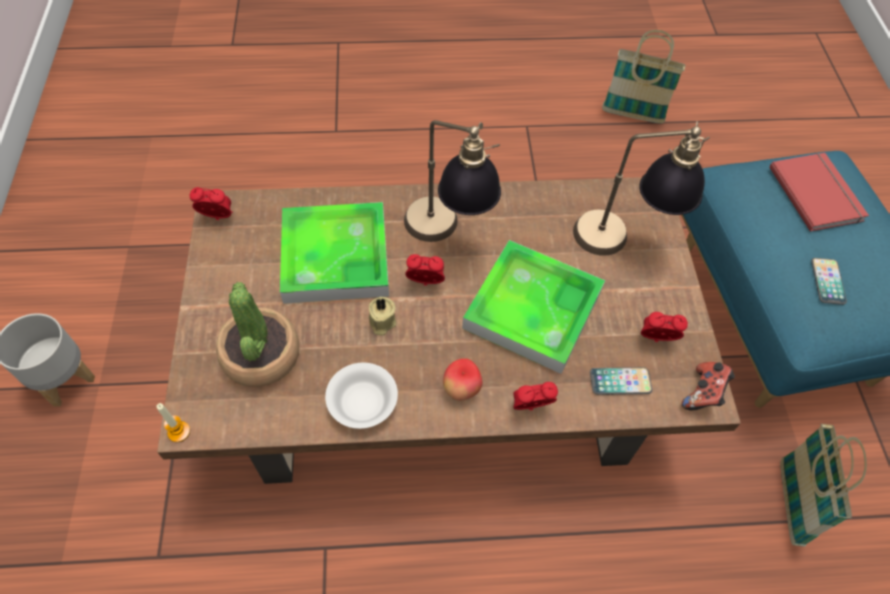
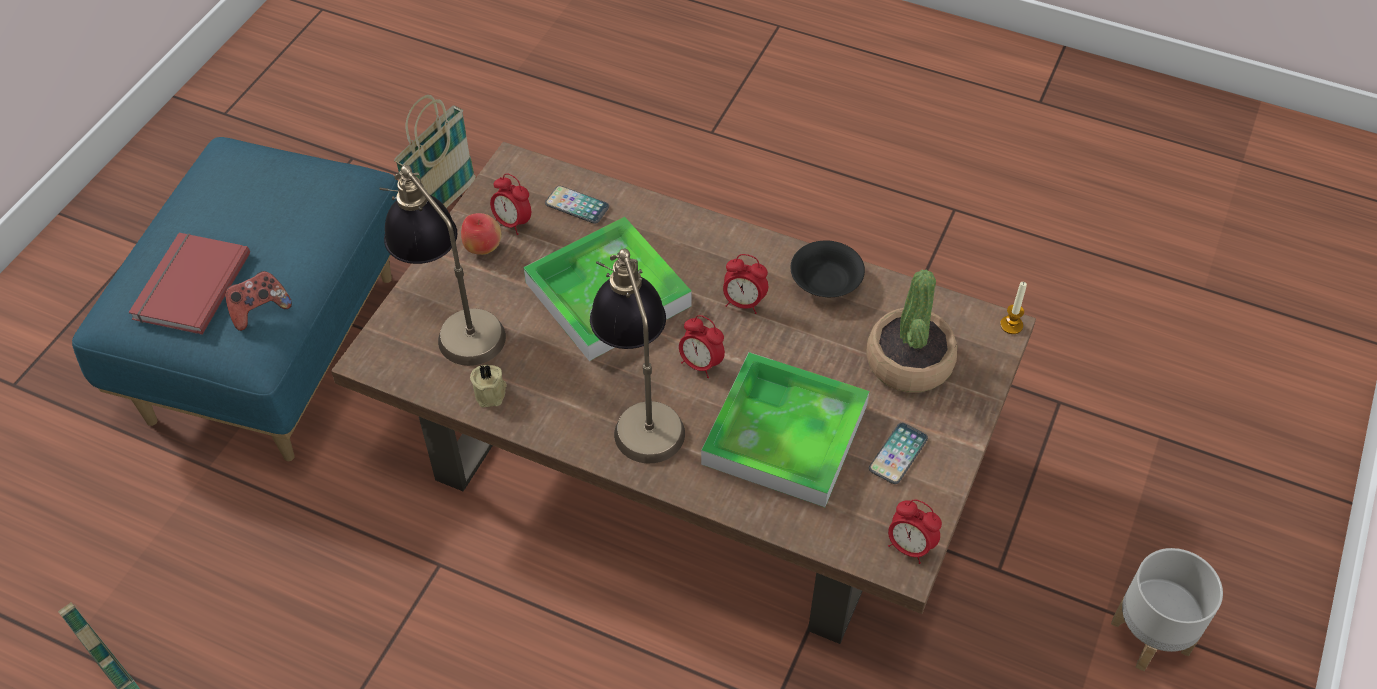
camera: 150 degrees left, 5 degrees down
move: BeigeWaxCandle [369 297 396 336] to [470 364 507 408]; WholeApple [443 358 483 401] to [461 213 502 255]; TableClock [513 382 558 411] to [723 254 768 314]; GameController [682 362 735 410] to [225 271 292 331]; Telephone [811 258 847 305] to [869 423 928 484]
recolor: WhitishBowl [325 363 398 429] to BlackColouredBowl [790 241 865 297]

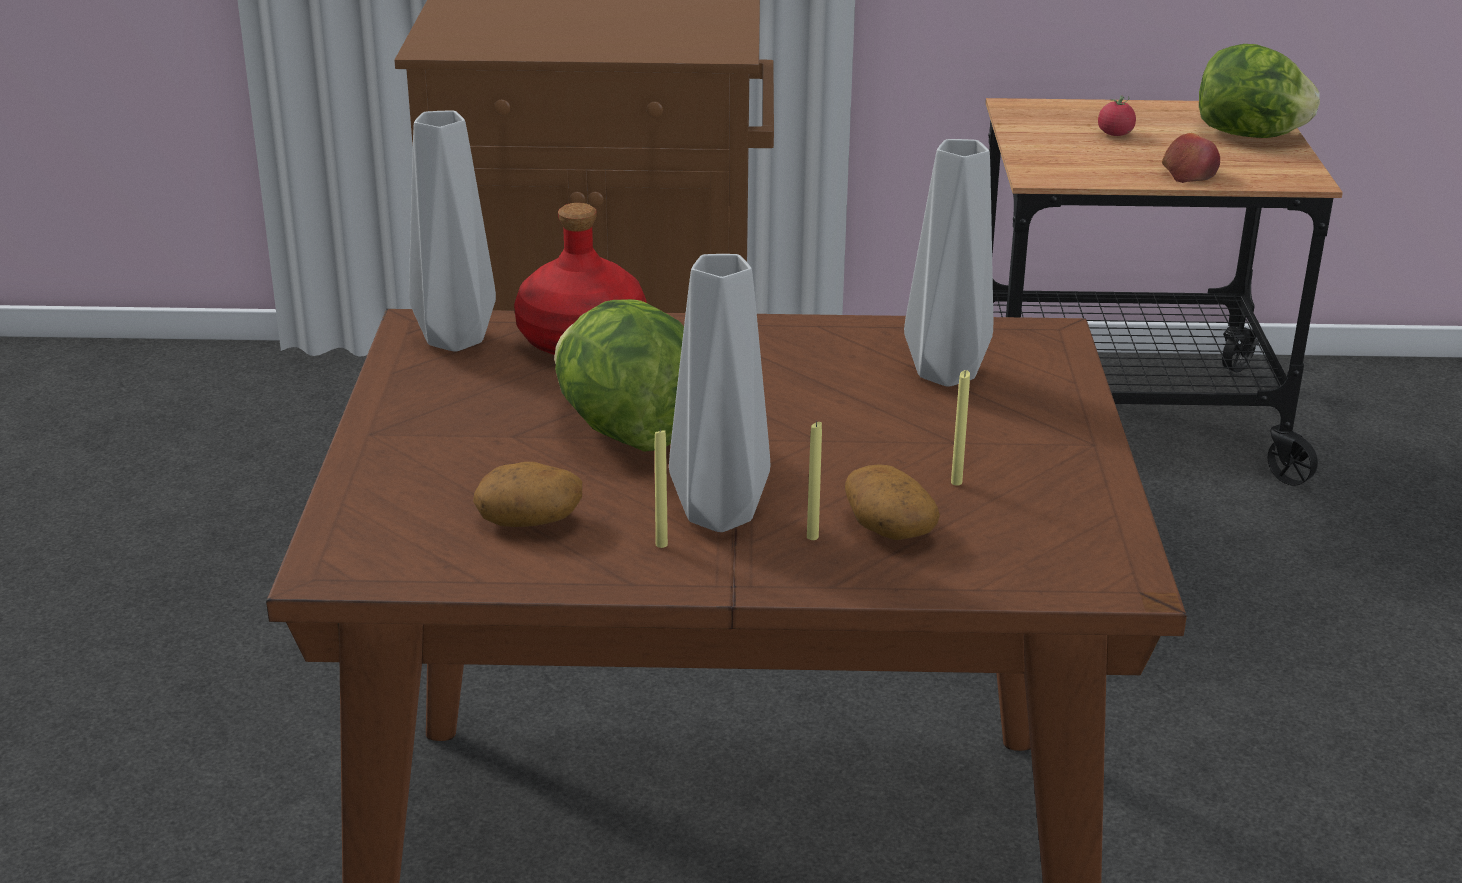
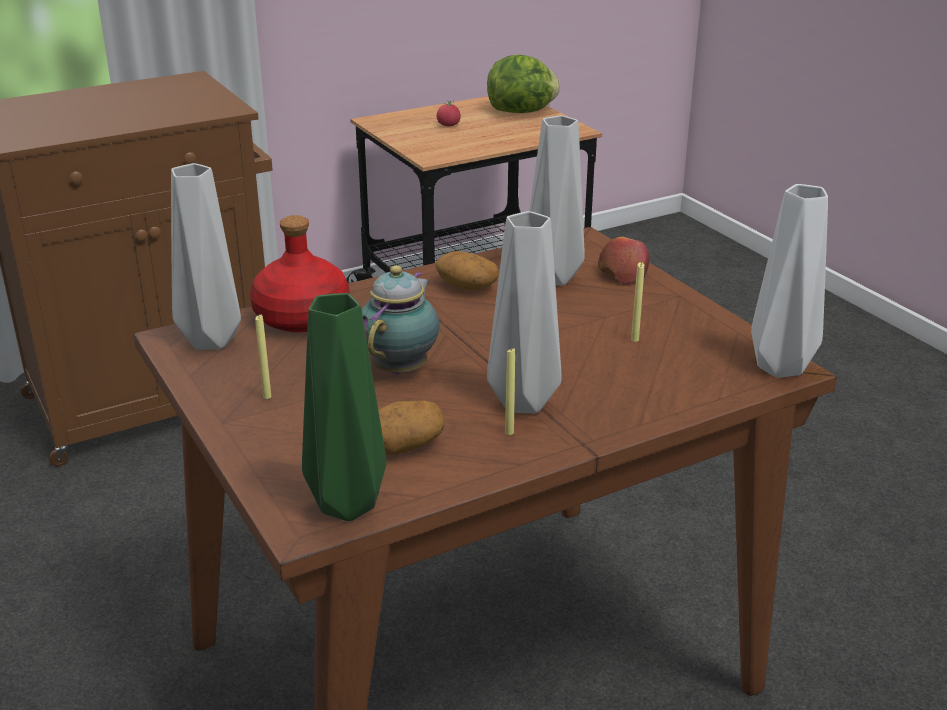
camera: 30 degrees left, 0 degrees up
insert: GreenDecorativeVase [302 293 386 521]; WhitishDecorativeVase [751 184 828 378]
move: YellowishWaxCandle [807 421 822 540] to [255 314 271 399]; Potato [845 464 940 540] to [435 251 499 290]; WholeApple [1162 133 1220 183] to [598 237 649 285]
replace: LettuceHead [554 299 684 452] to PotForTea [362 265 440 375]

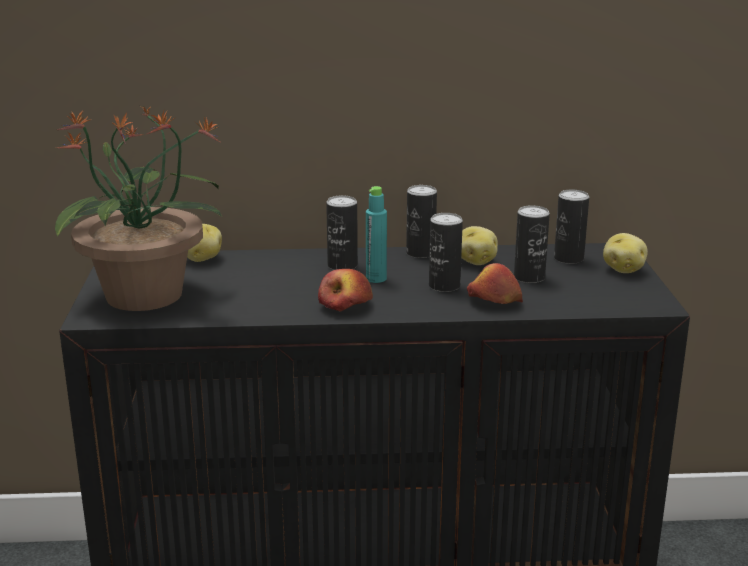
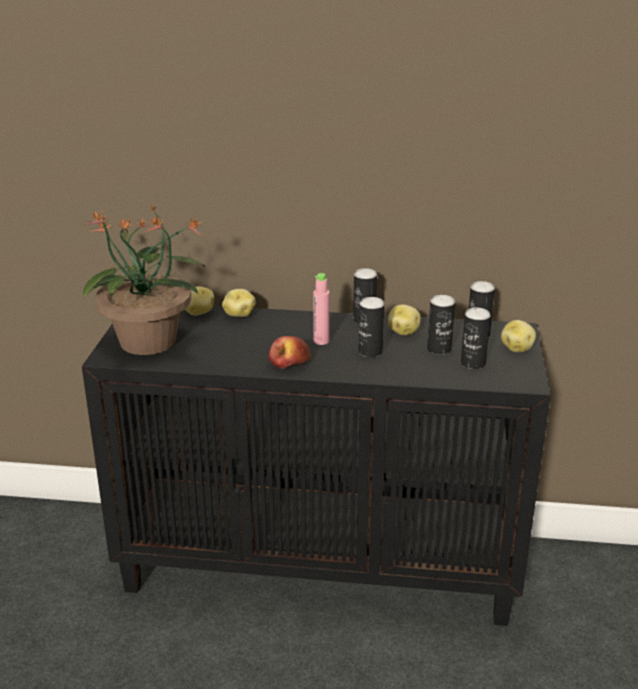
camera: 10 degrees right, 5 degrees up
delete: WholeApple [467 263 523 304]
insert: Potato [222 289 256 317]
move: MetalCan [326 195 358 270] to [461 308 491 369]
recolor: TurquoiseColouredDrinkBottle [366 186 387 283] to PinkDrinkBottle [313 273 330 345]

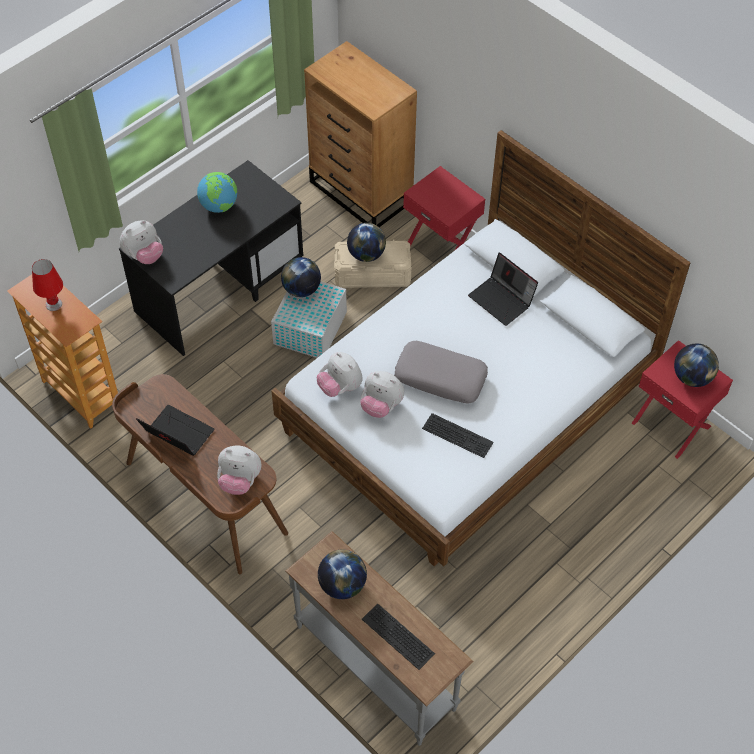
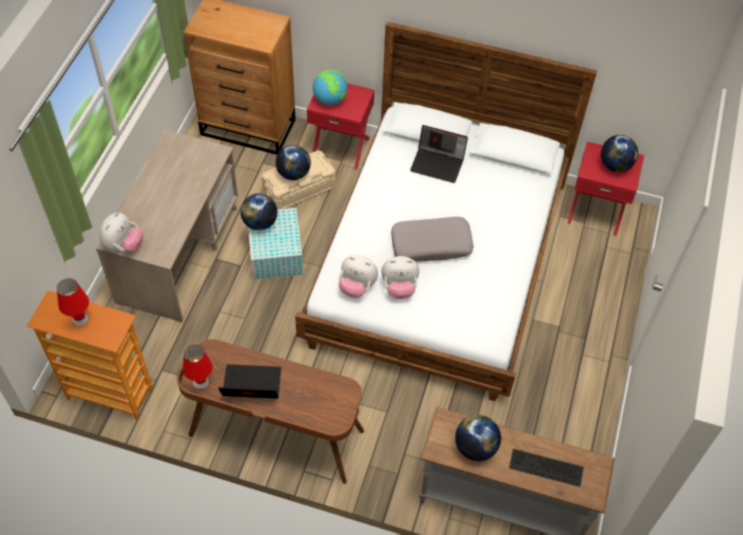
camera: 30 degrees left, 0 degrees up
delete: CuddlyToy [217 445 261 495]; ComputerKeyboard [422 413 494 458]
insert: RedLampForATable [183 345 213 389]
move: DeskGlobe [197 172 237 213] to [313 70 347 105]
recolor: BlackColouredDesk [119 160 304 356] to BeigeDesk [96 130 238 322]

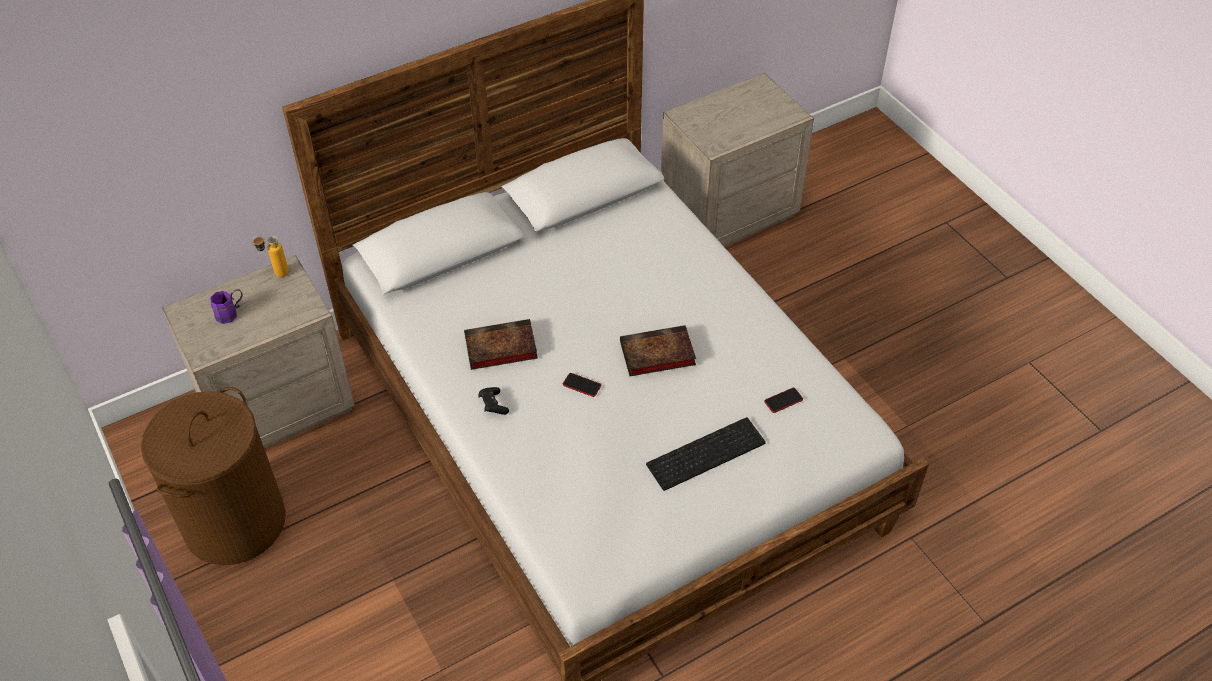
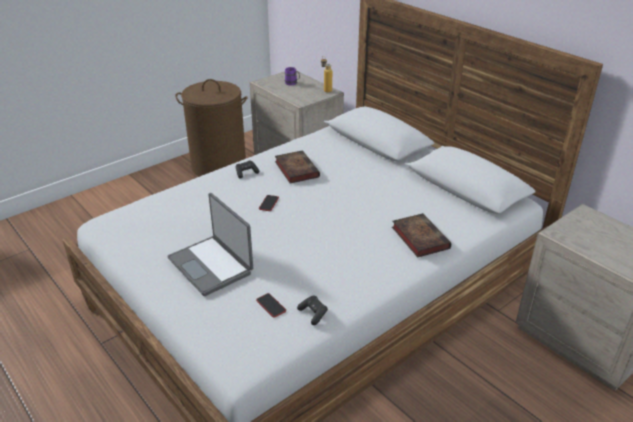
camera: 80 degrees right, 15 degrees down
insert: BlackColouredGameController [297 295 328 325]
move: Volume [620 325 696 376] to [392 213 451 257]
replace: ComputerKeyboard [646 417 766 491] to NotebookComputer [168 193 253 296]

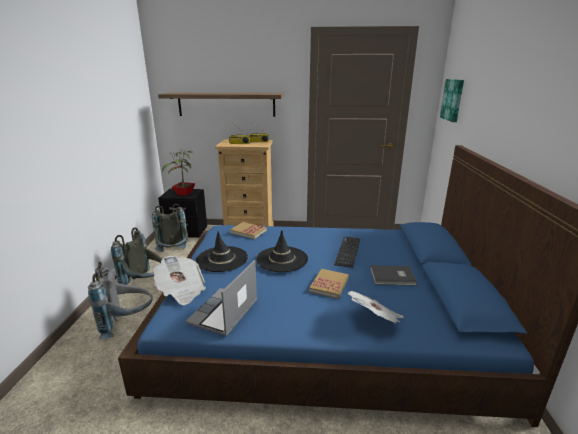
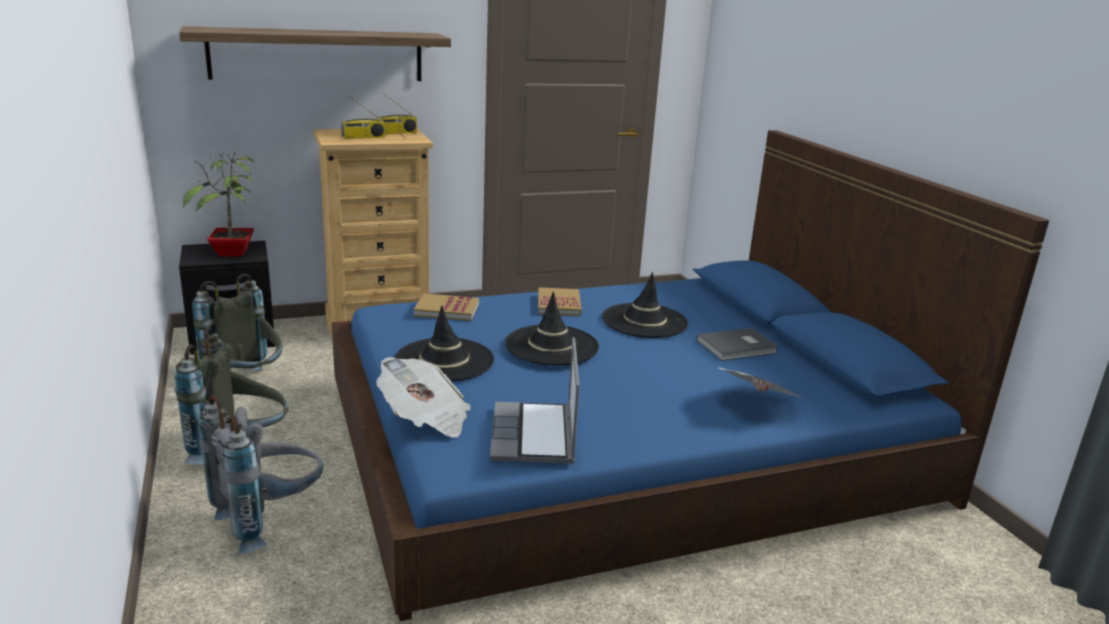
camera: 25 degrees left, 0 degrees up
delete: WallPicture [440 79 464 122]
move: Volume [309 269 349 299] to [538 287 582 316]
replace: ComputerKeyboard [334 237 360 268] to BlackColouredClothingHat [602 272 688 338]

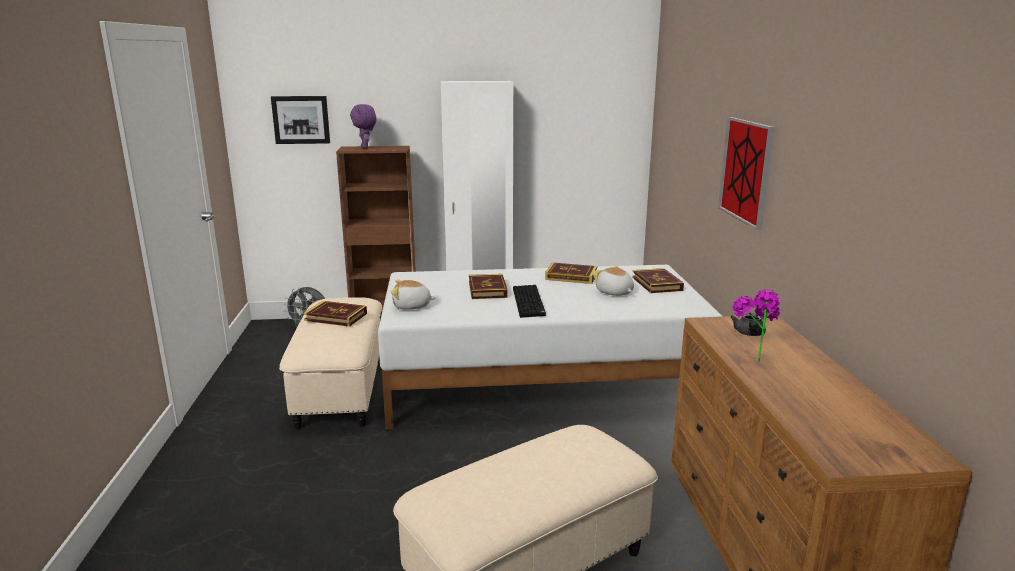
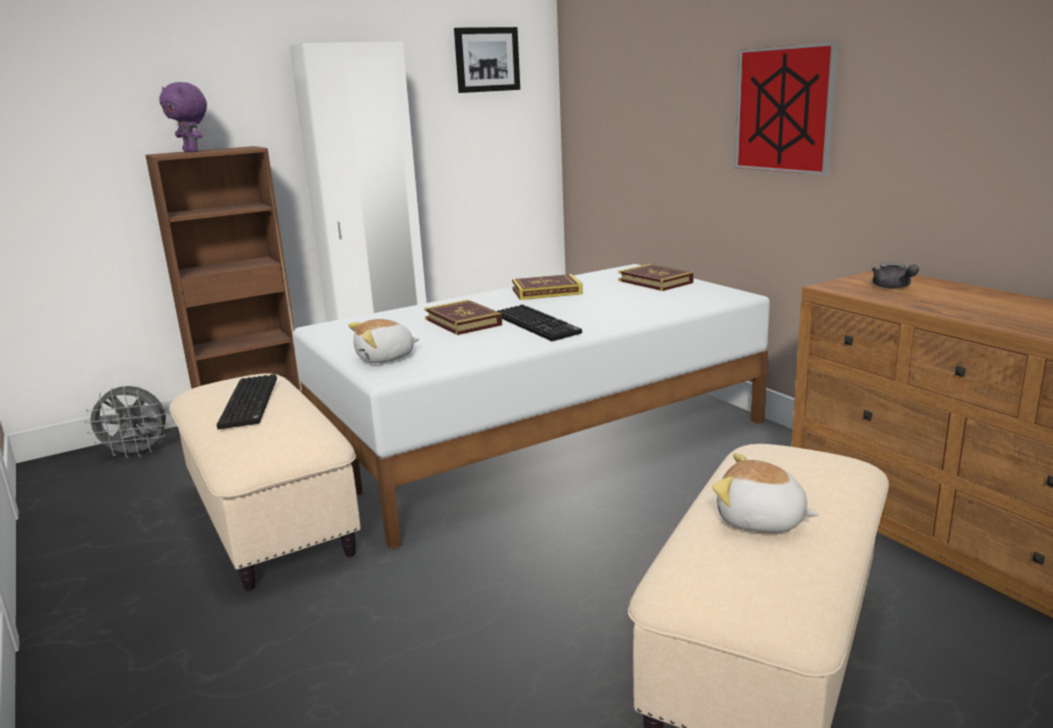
camera: 25 degrees left, 0 degrees up
delete: PlantInAPot [733 289 780 362]
move: WallPicture [271 96 330 144] to [454 27 520 93]; CuddlyToy [592 266 634 296] to [712 453 819 532]
replace: Volume [304 301 367 327] to ComputerKeyboard [217 374 277 430]

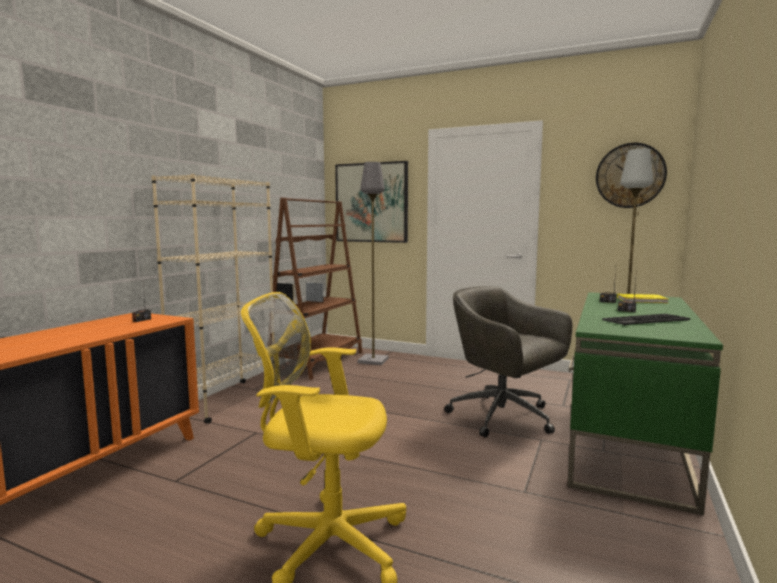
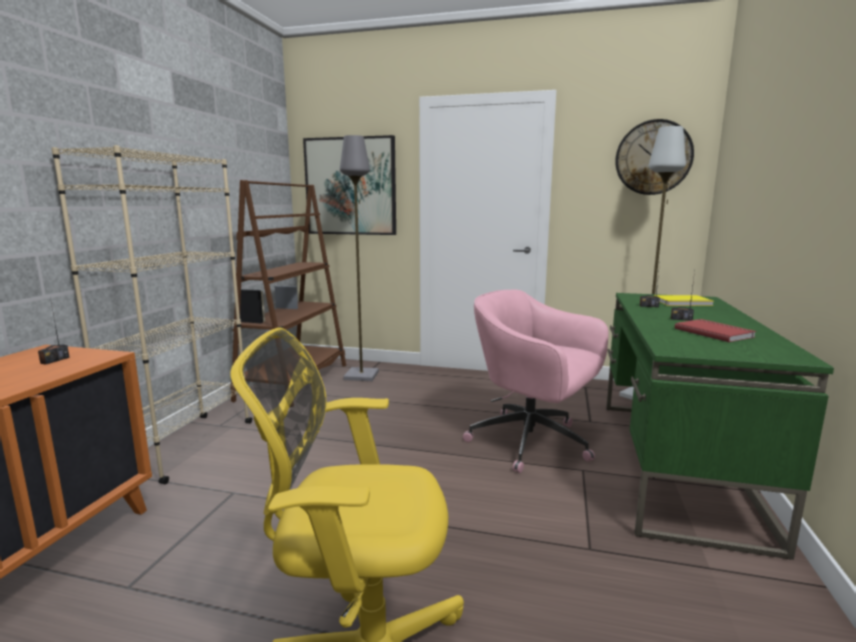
camera: 10 degrees left, 5 degrees up
replace: ComputerKeyboard [602 314 690 326] to RedVolume [675 319 756 342]
recolor: GreyOfficeChair [444 286 572 438] to PinkOfficeChair [463 290 609 473]

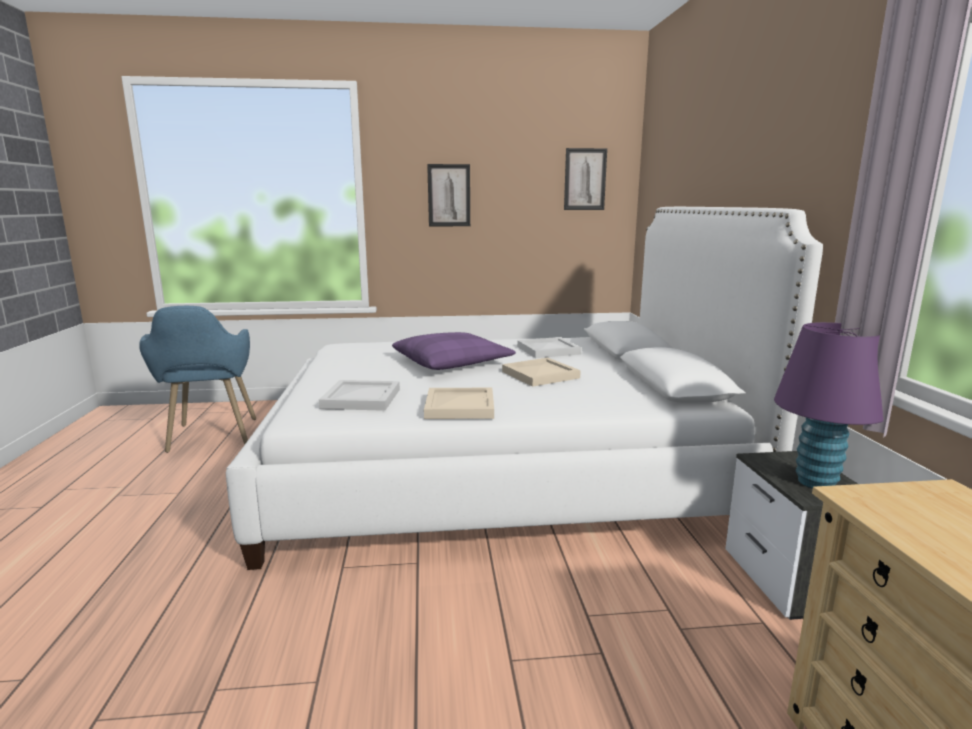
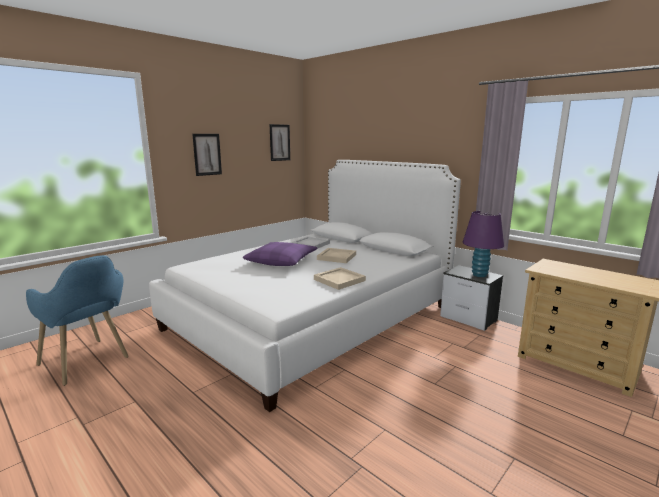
camera: 40 degrees left, 0 degrees up
delete: WhitishCarryingTray [319 380 400 411]

